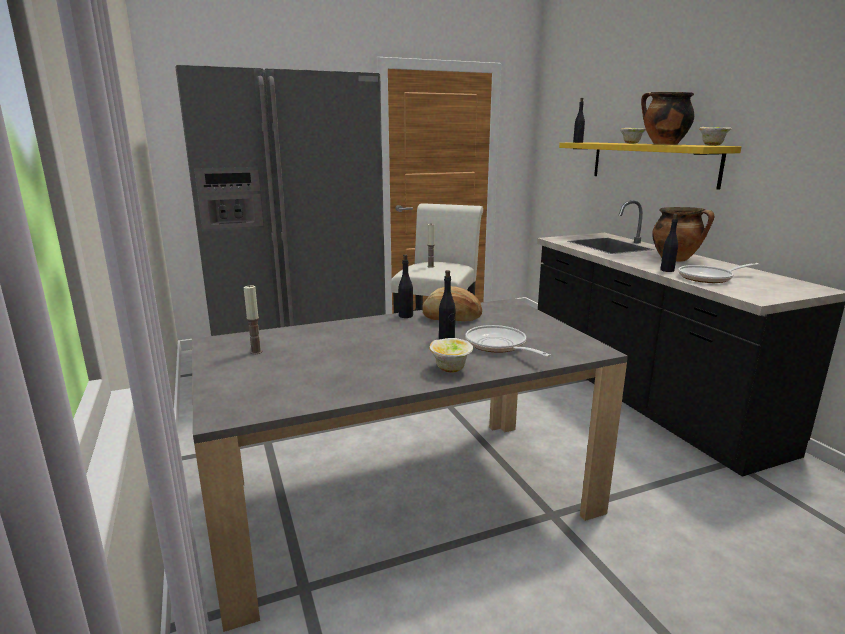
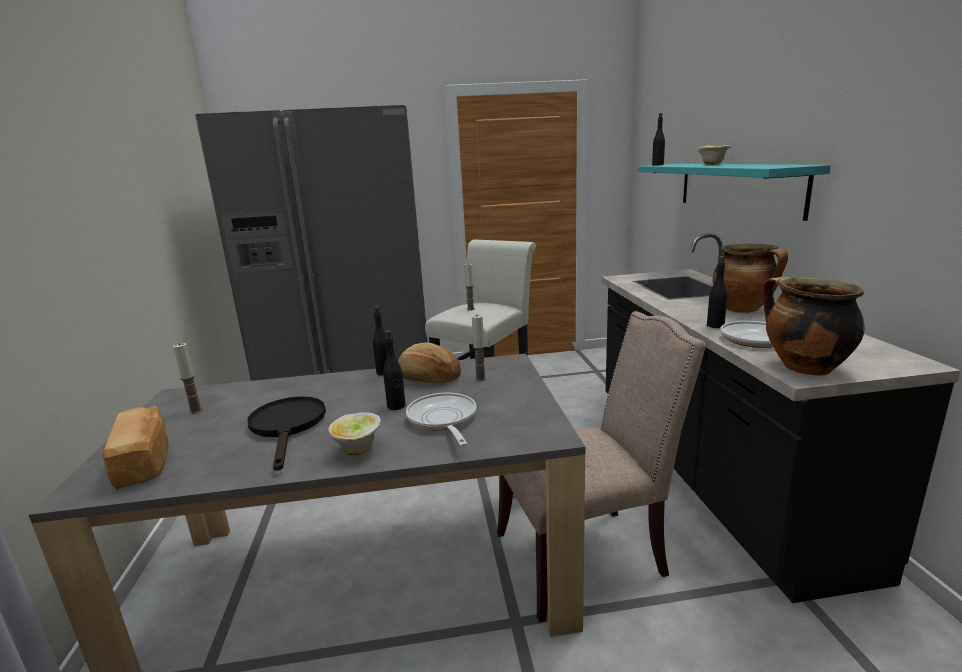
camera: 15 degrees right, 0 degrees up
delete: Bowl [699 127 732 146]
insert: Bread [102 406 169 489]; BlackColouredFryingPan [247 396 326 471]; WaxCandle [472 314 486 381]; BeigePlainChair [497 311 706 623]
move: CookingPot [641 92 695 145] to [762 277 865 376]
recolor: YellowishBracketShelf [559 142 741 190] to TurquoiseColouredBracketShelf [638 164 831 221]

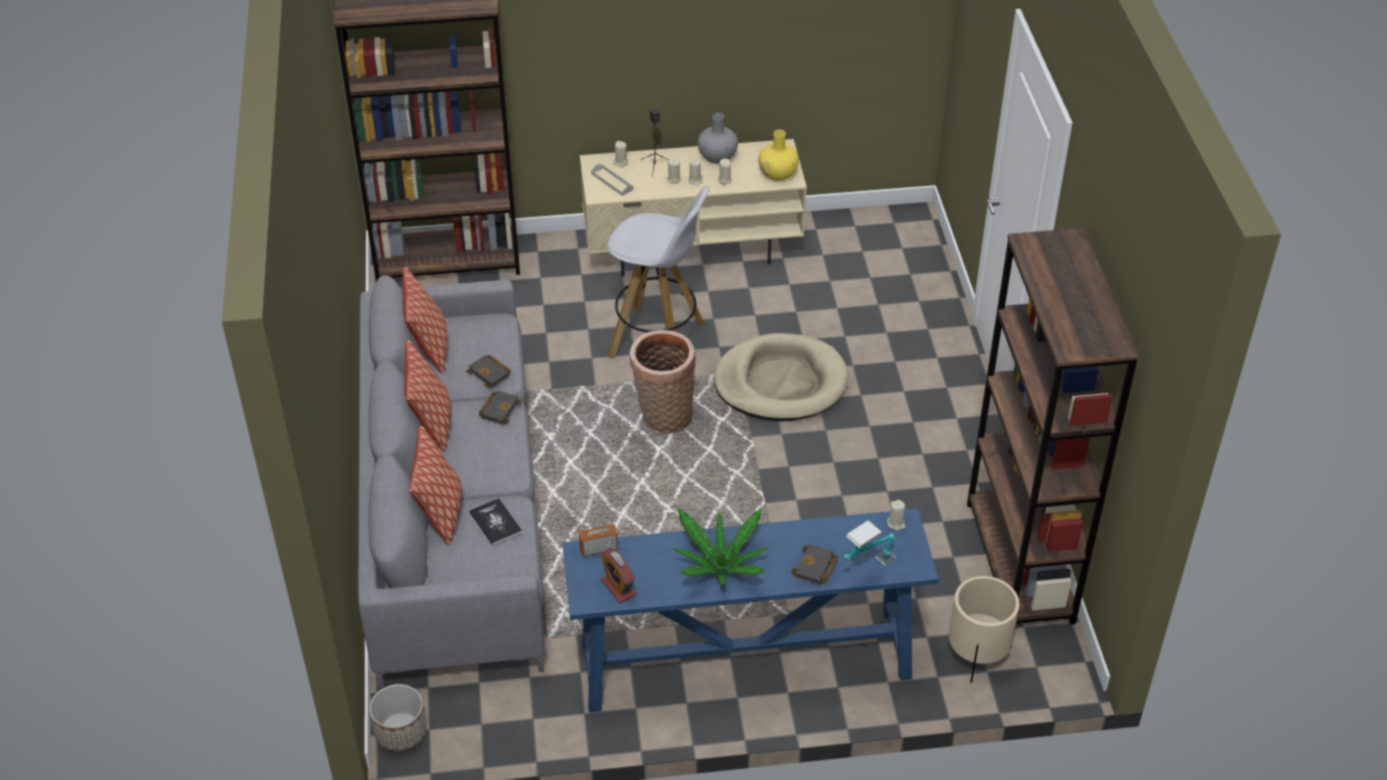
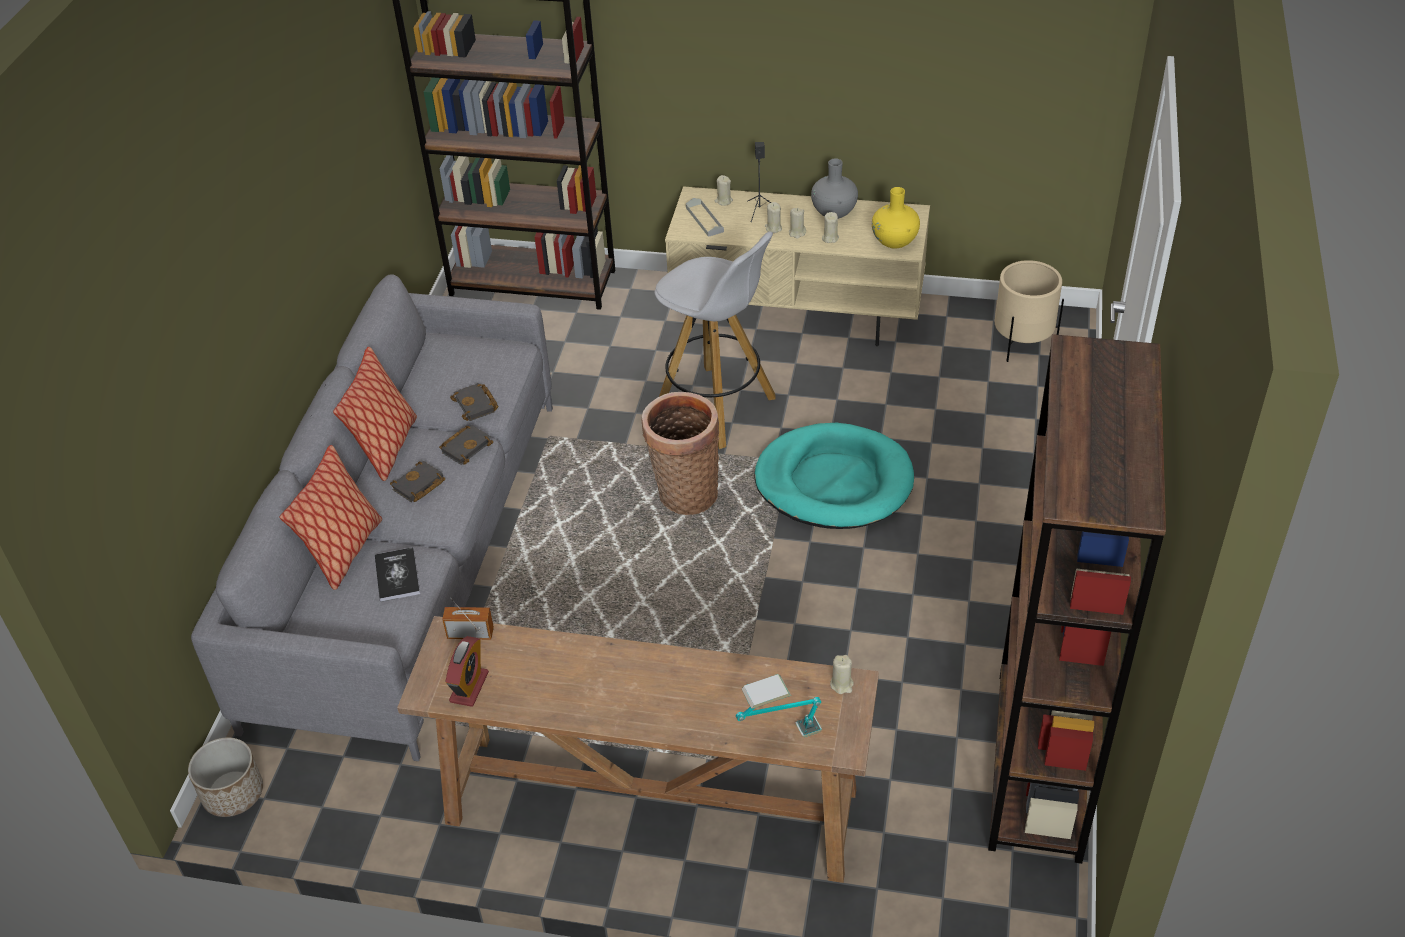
camera: 20 degrees right, 0 degrees up
delete: Pillow [402 267 447 372]; PlantInAPot [673 508 769 585]
move: BlackColouredVolume [791 544 838 585] to [390 461 445 502]; BeigePlanter [948 576 1019 683] to [994 260 1064 362]
recolor: BlueNarrowTable [563 509 938 712] to BrownColouredNarrowTable [397 616 879 883]; BeigeDogCushion [714 333 848 421] to TurquoiseColouredDogCushion [754 423 914 529]
rotate: TableClock [601 548 637 603] = [445 636 489 707] 150 degrees counterclockwise

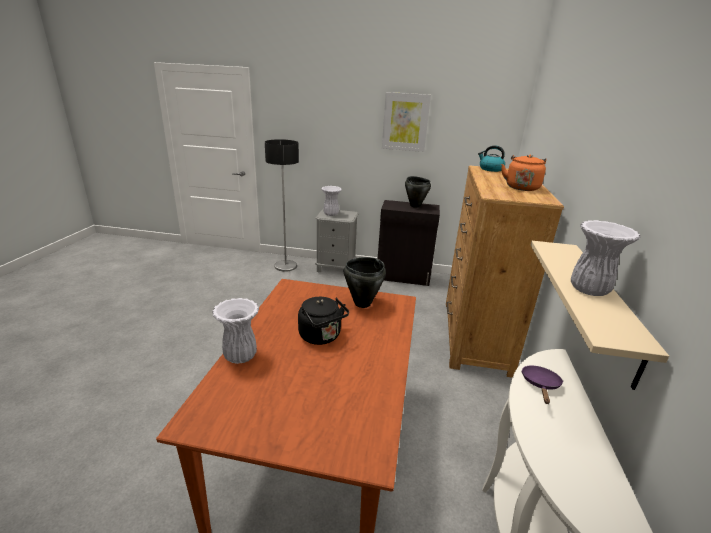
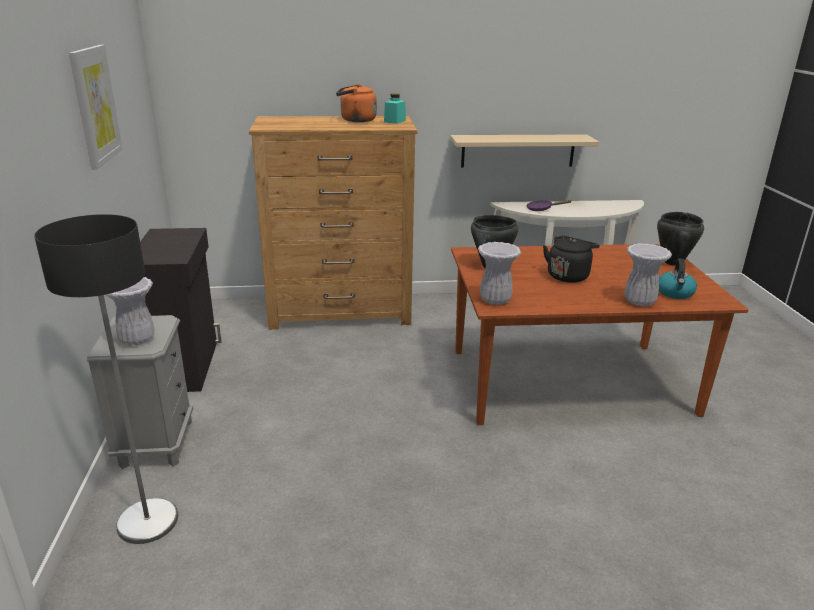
camera: 105 degrees left, 0 degrees up
insert: TurquoiseColouredJar [384 94 406 124]
move: BlackColouredCookingPot [405 176 431 208] to [657 212 704 266]; WaterKettle [478 145 505 172] to [659 259 697 299]; WhitishDecorativeVase [571 220 641 296] to [478 242 522 305]

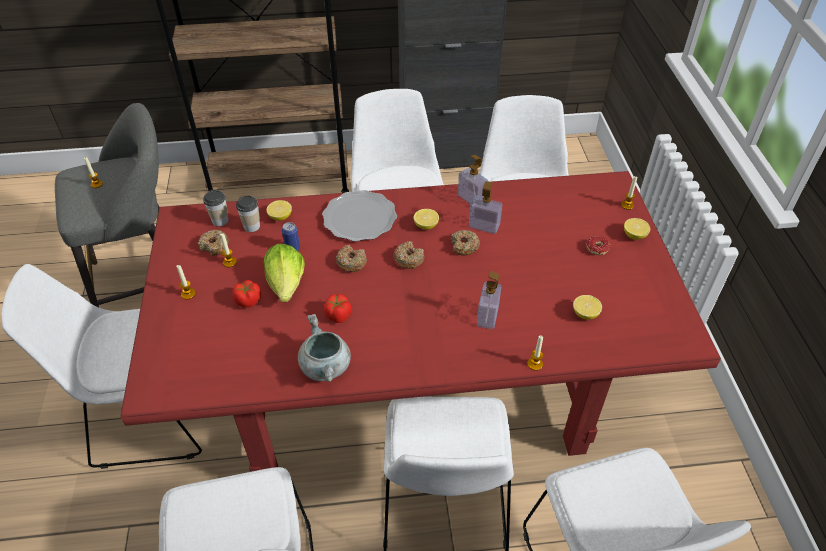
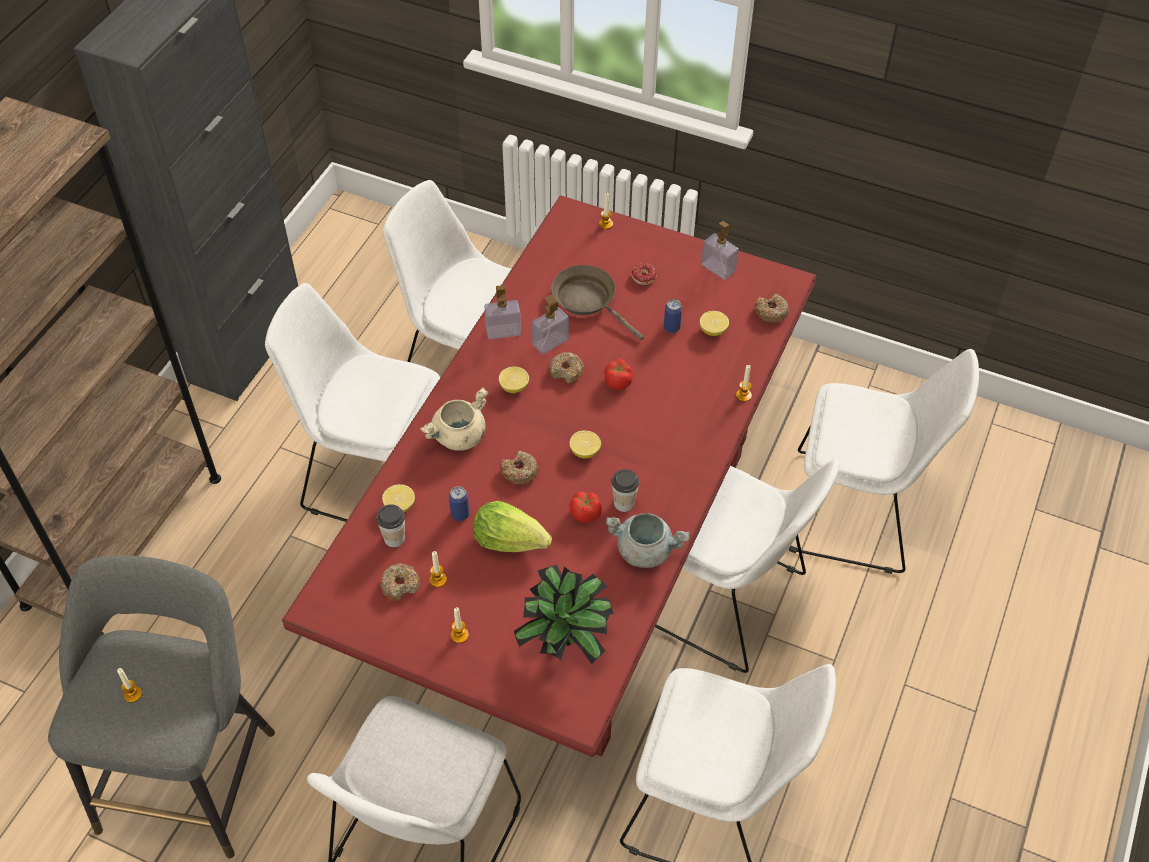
camera: 60 degrees left, 5 degrees up
insert: PlantInAPot [514 565 614 664]; BrownColouredFryingPan [551 265 644 340]; MetalCan [664 299 682 333]
move: DrinkingCup [203 190 229 226] to [611 469 639 512]; Tomato [232 280 261 307] to [604 359 633 390]; Donut [393 241 424 269] to [755 294 789 323]; SoapBottle [477 271 501 329] to [701 221 739 280]; CitrusFruit [624 218 650 240] to [569 430 601 459]
replace: Plate [322 190 397 242] to BeigeCookingPot [420 387 488 451]

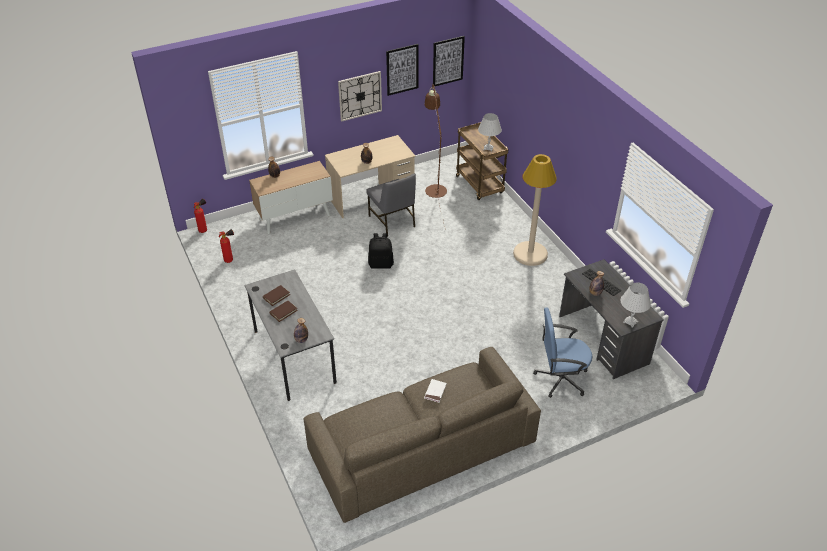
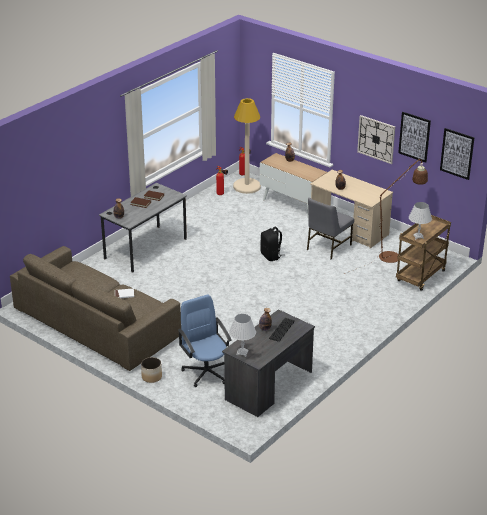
camera: 65 degrees right, 10 degrees down
insert: Planter [141 357 162 383]
move: BeigeStandingLamp [513 154 557 266] to [233 98 261 194]

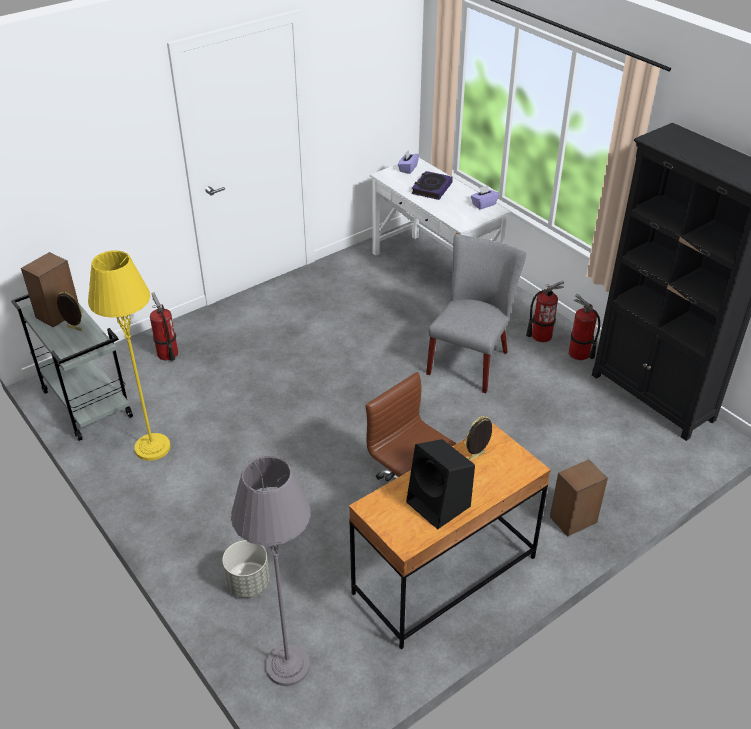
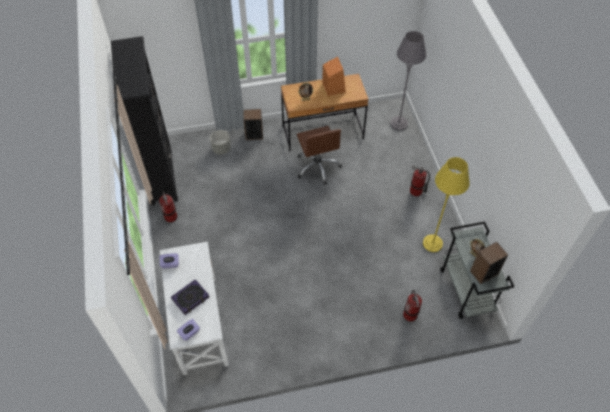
camera: 155 degrees left, 15 degrees up
delete: GreyPlainChair [426 234 526 393]
move: GreyPlanter [222 540 270 598] to [210 130 231 155]; Extinguisher [526 281 564 342] to [410 165 430 196]
recolor: BlackColouredLoudspeaker [406 439 475 529] to OrangeColouredLoudspeaker [322 56 346 96]

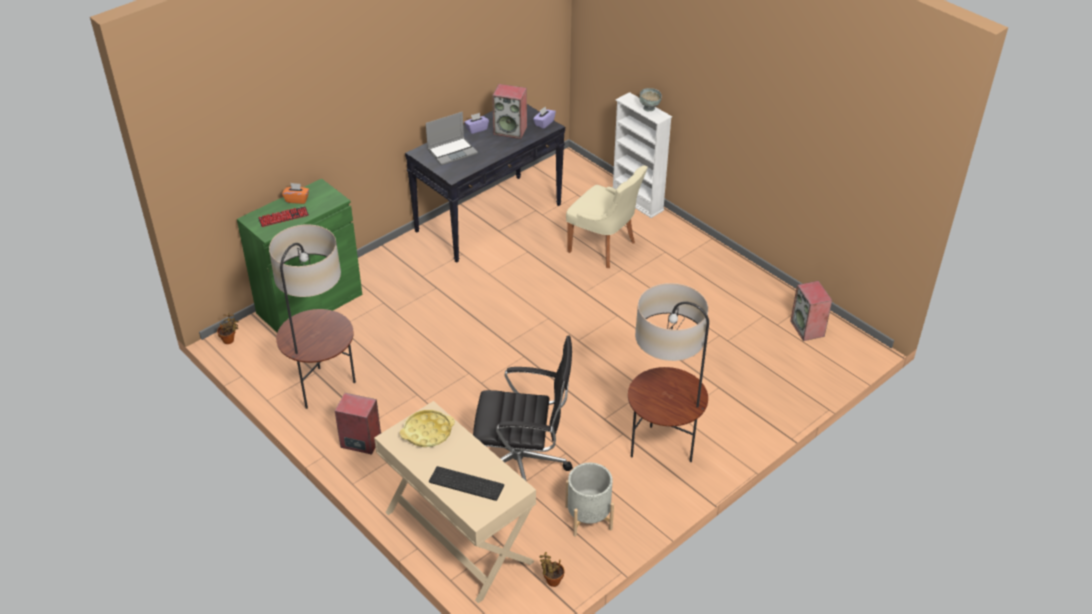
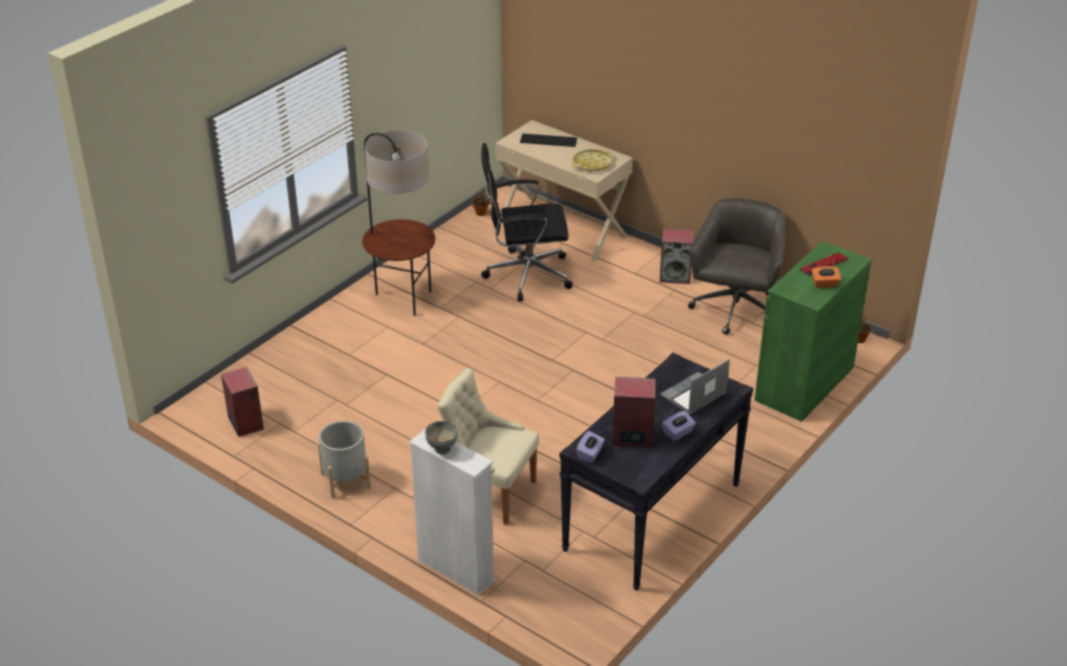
camera: 170 degrees right, 5 degrees down
move: GreyPlanter [565 463 614 536] to [318 421 371 499]
replace: StandingLamp [269 224 356 409] to GreyOfficeChair [688 198 785 335]

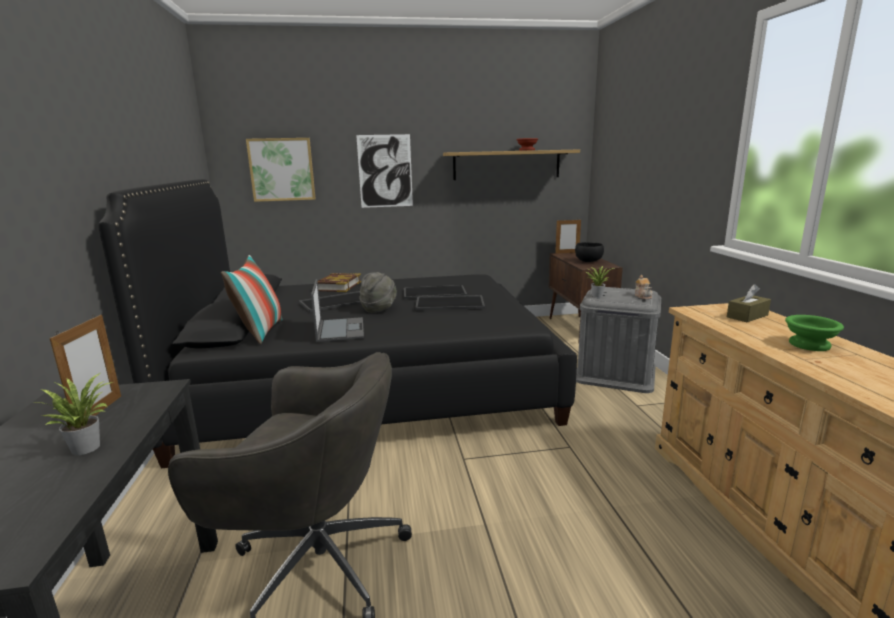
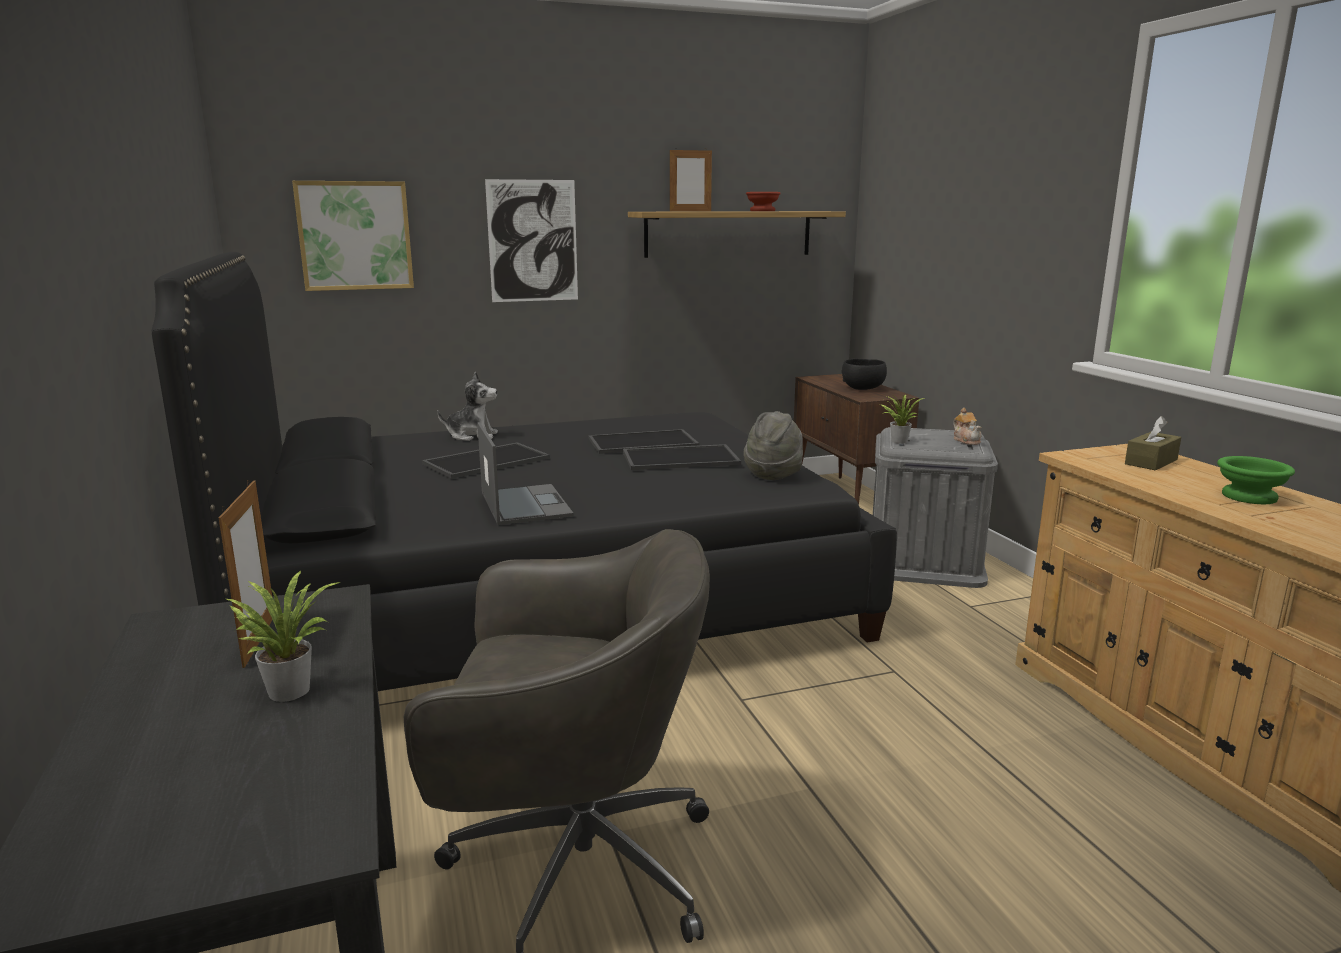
camera: 10 degrees left, 0 degrees up
delete: Pillow [221 255 283 344]
move: GreyClothingHat [359 272 397 313] to [743 411 803 480]; PictureFrame [555 220 581 254] to [670 148 712 211]
replace: Volume [318 273 361 292] to CuddlyToy [437 372 498 441]

